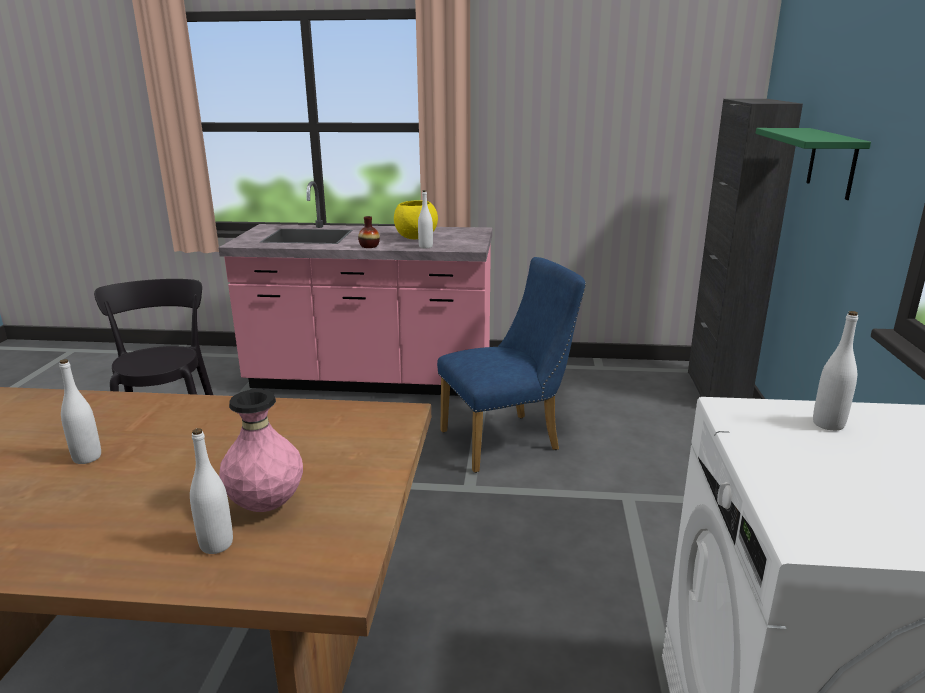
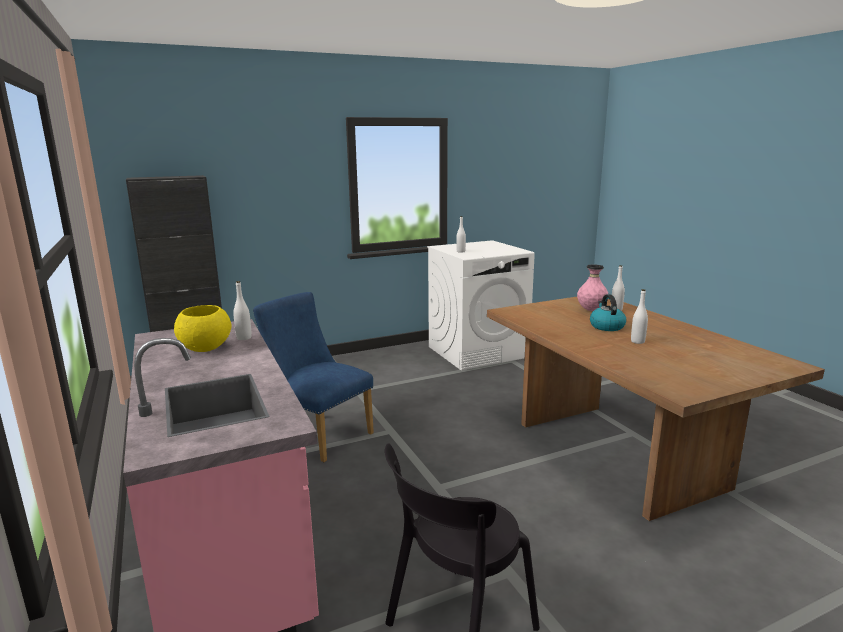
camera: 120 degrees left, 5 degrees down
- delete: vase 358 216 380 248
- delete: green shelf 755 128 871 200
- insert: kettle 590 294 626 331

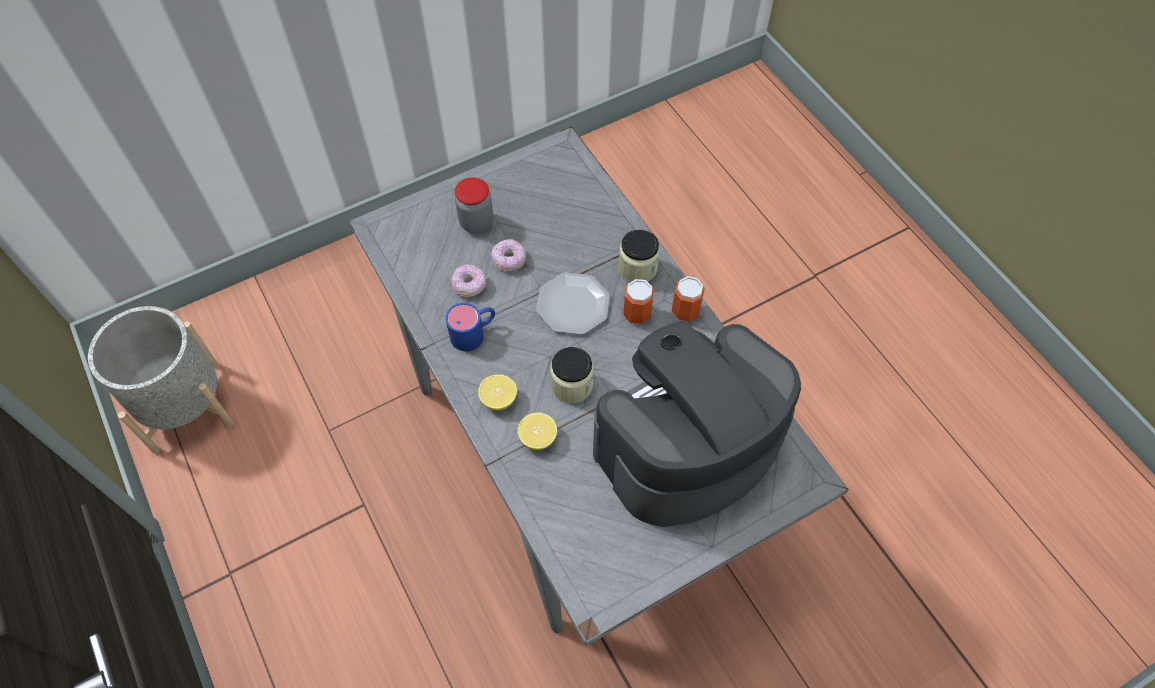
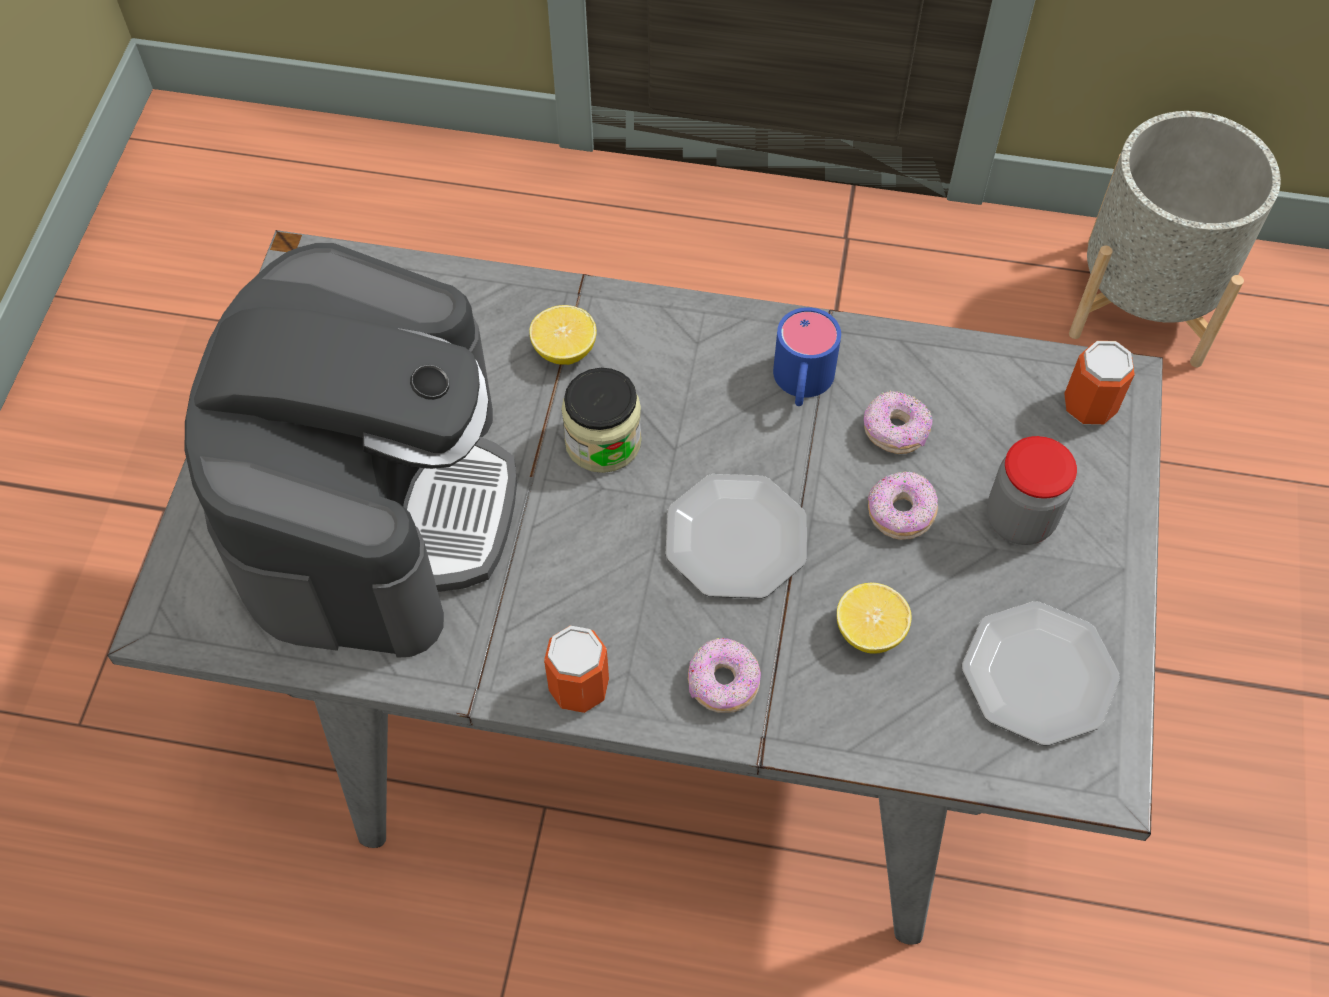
camera: 130 degrees right, 0 degrees up
- insert: plate 962 601 1120 746
- move: lemon 478 374 517 410 to 837 583 912 654
- move: can 623 279 654 324 to 1064 341 1135 425
- replace: jar 618 230 660 282 to donut 688 638 761 713

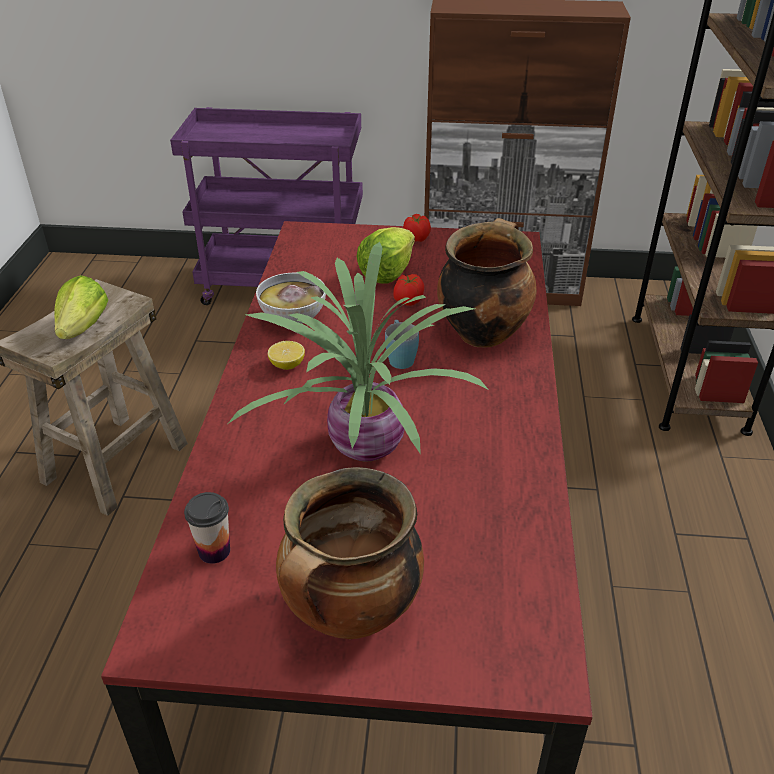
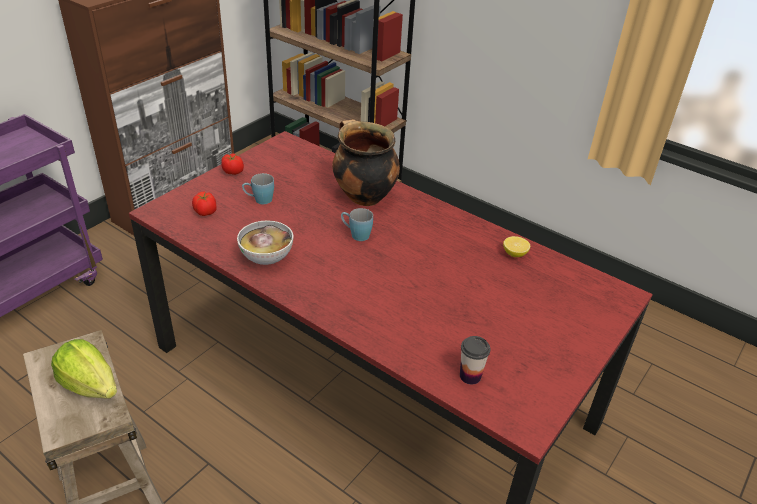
camera: 60 degrees left, 0 degrees up
- delete: potted plant 228 242 489 462
- delete: cooking pot 276 467 424 639
- move: lemon 268 341 305 370 to 503 236 530 257
- move: tomato 393 274 424 306 to 192 192 217 216
- replace: lettuce 357 227 415 284 to blue mug 242 173 274 204

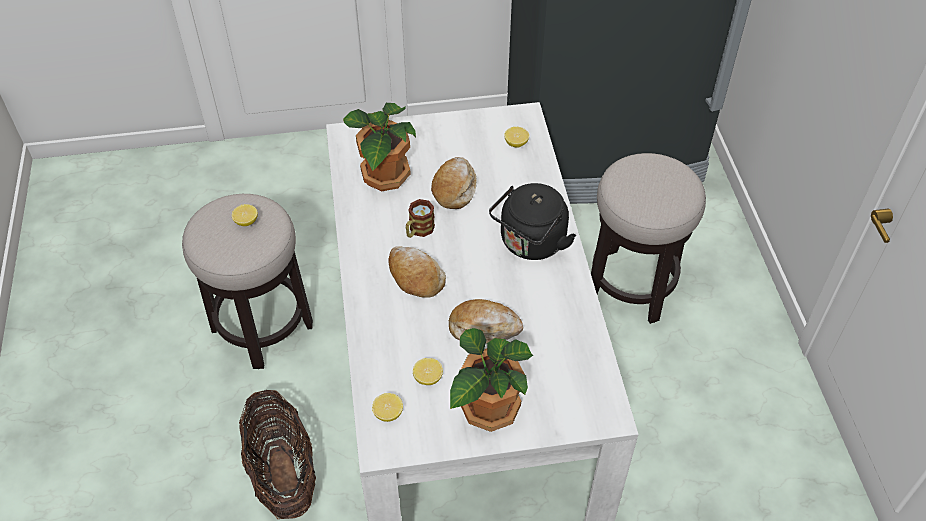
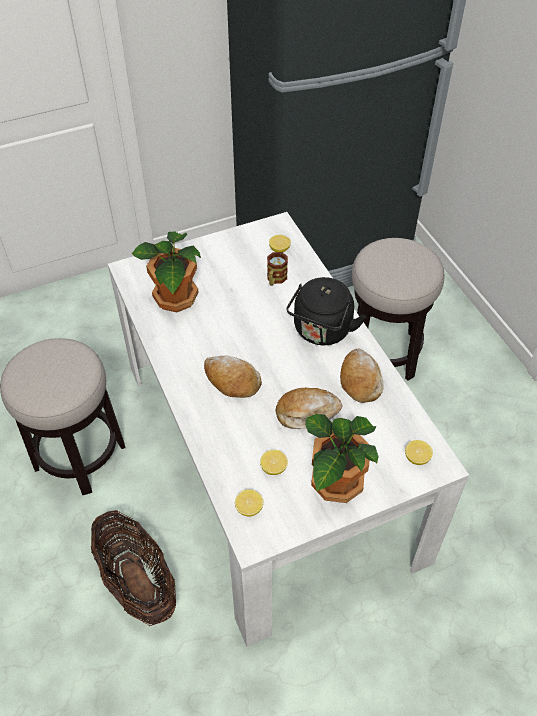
camera: 15 degrees left, 0 degrees up
- move: lemon 232 204 258 226 to 405 440 433 465
- move: mug 406 199 435 238 to 267 252 288 286
- move: bread 431 157 477 209 to 340 349 384 403

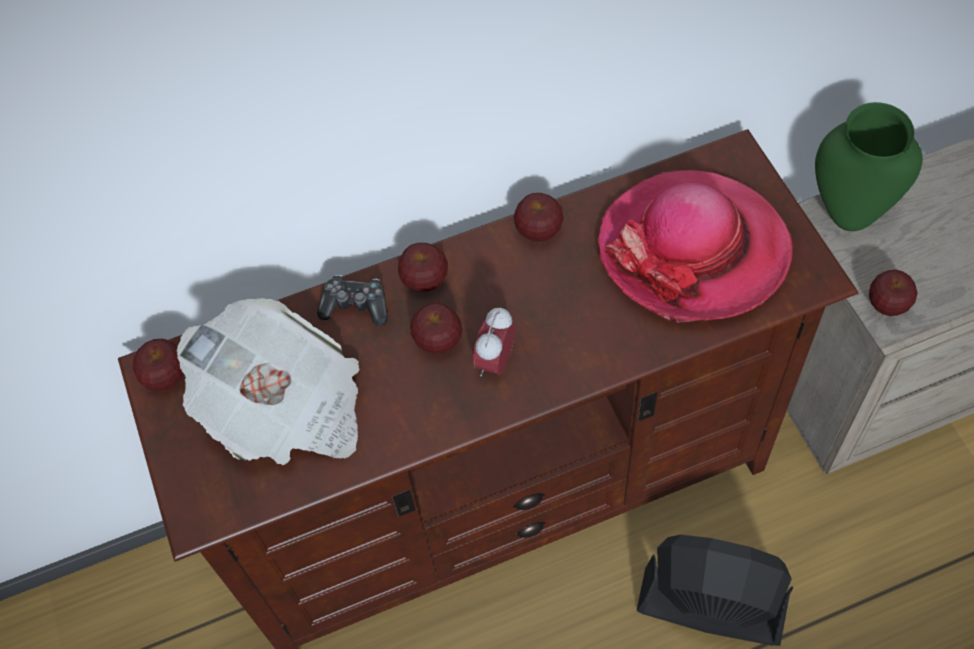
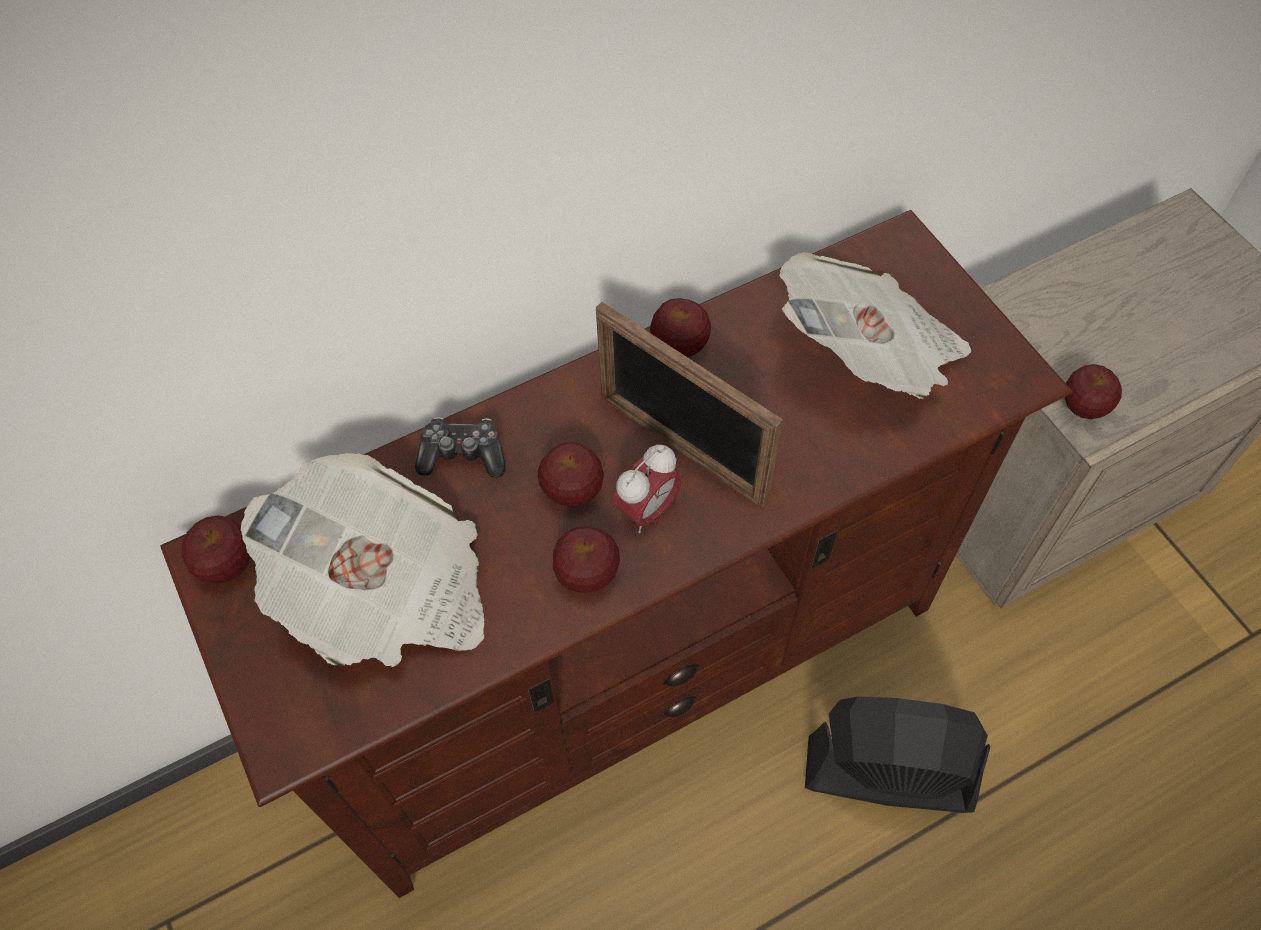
camera: 10 degrees left, 0 degrees up
- delete: green vase 815 102 923 231
- insert: picture frame 596 302 783 507
- move: apple 398 243 448 292 to 553 526 620 593
- replace: hat 597 170 793 323 to newspaper 779 252 971 399
- rotate: alarm clock 473 307 515 376 = 612 445 682 533 150 degrees counterclockwise

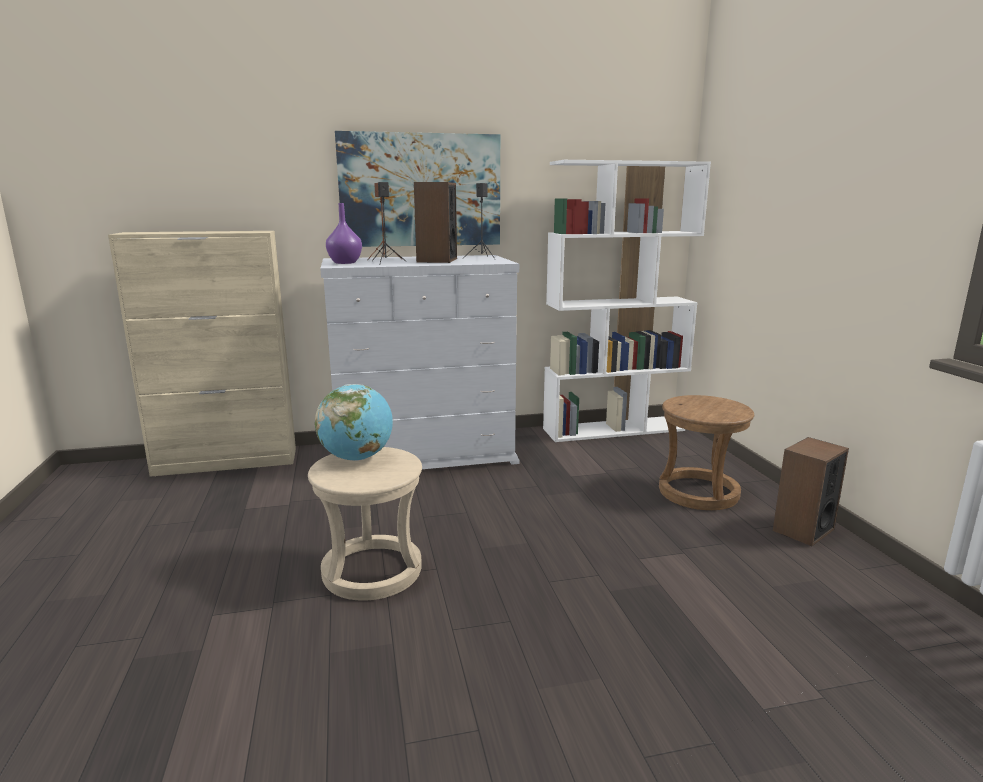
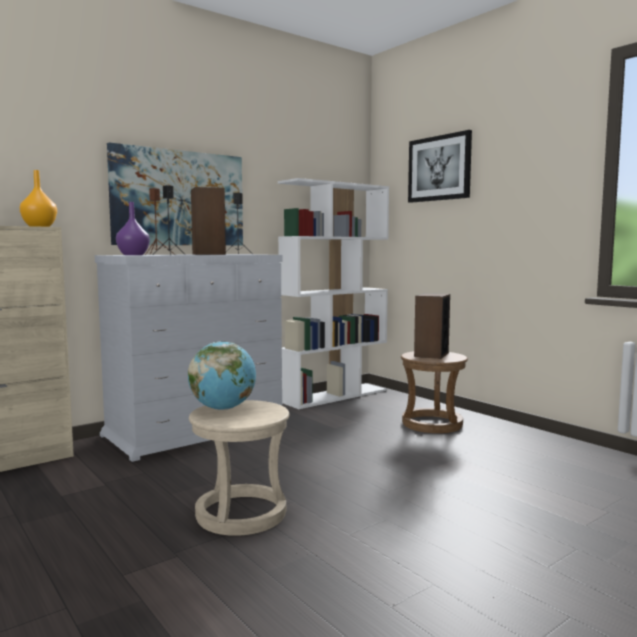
camera: 25 degrees left, 10 degrees down
- insert: orange vase 20 170 57 227
- insert: picture 408 130 472 203
- move: speaker 773 437 849 546 to 414 293 450 359

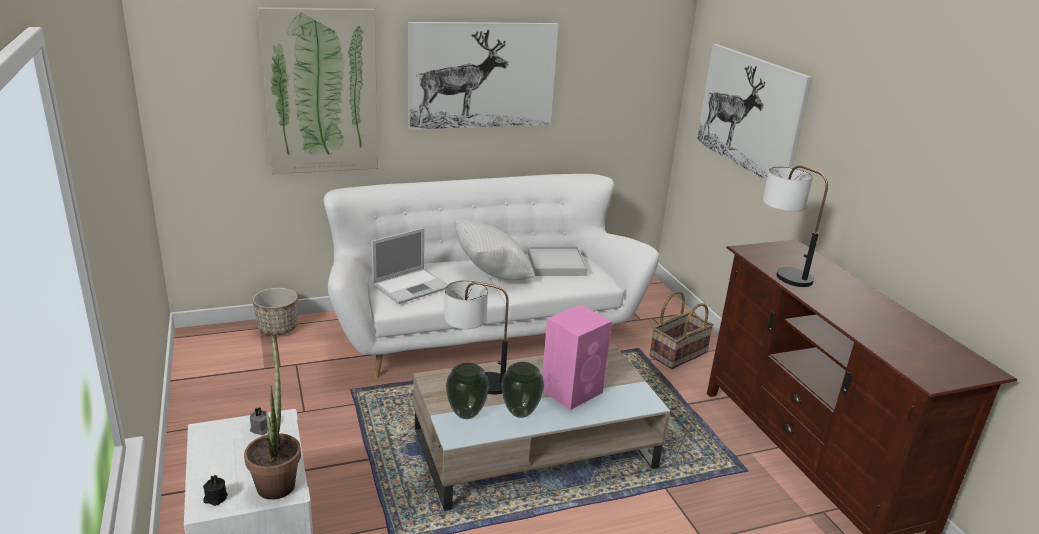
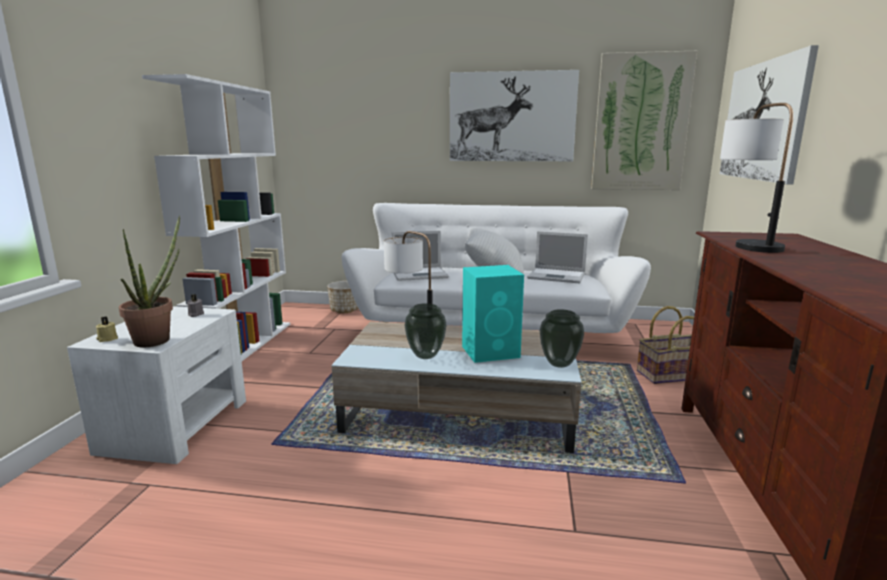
camera: 30 degrees right, 10 degrees down
- insert: white bookcase 142 74 290 361
- move: picture 258 7 378 174 to 591 51 697 190
- move: vase 446 363 489 419 to 540 309 584 368
- replace: white tray 528 246 588 276 to laptop 527 231 588 284
- recolor: black candle 203 475 228 506 to beige candle 96 316 118 342
- recolor: pink speaker 542 304 612 410 to turquoise speaker 462 265 524 363

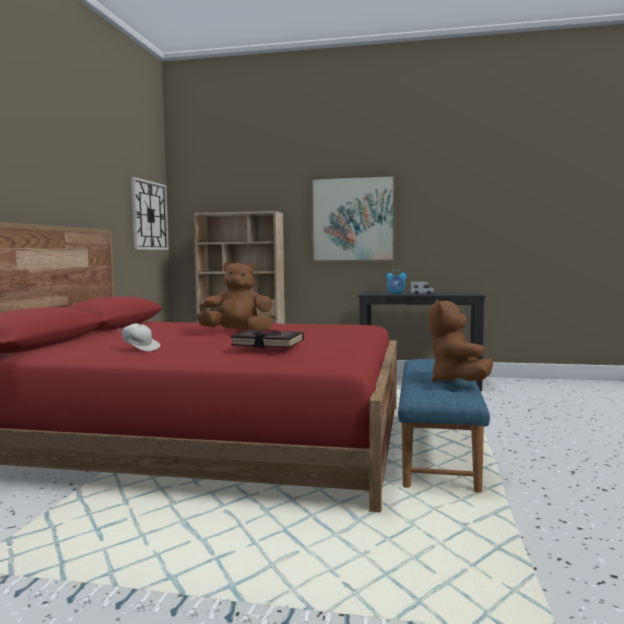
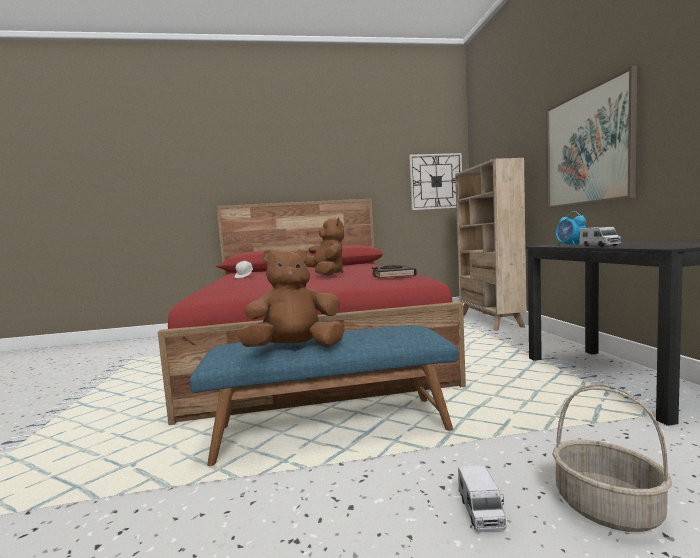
camera: 70 degrees right, 0 degrees up
- insert: toy truck 458 465 507 531
- insert: basket 552 384 672 532
- move: black book 231 330 304 348 to 372 265 417 278

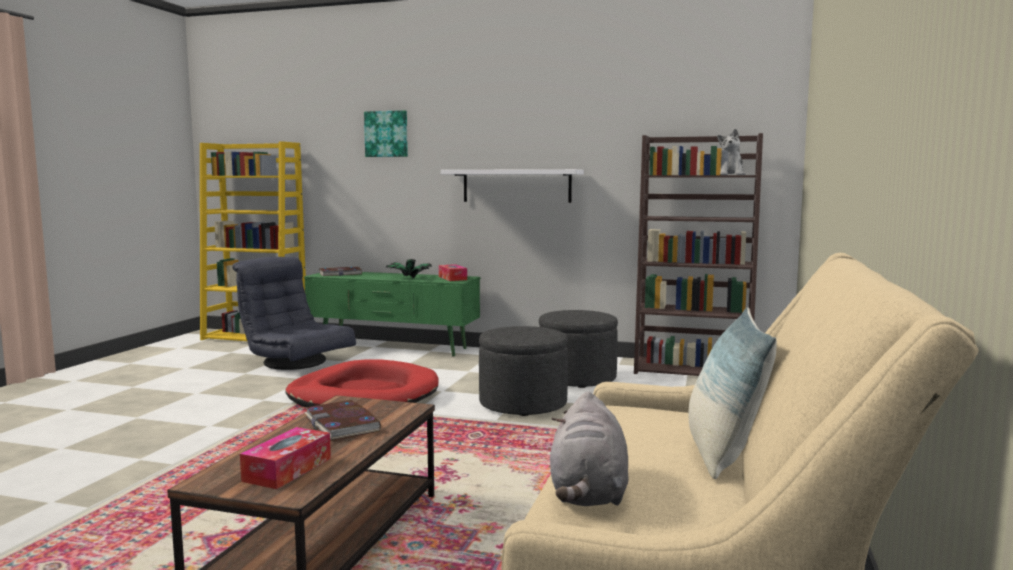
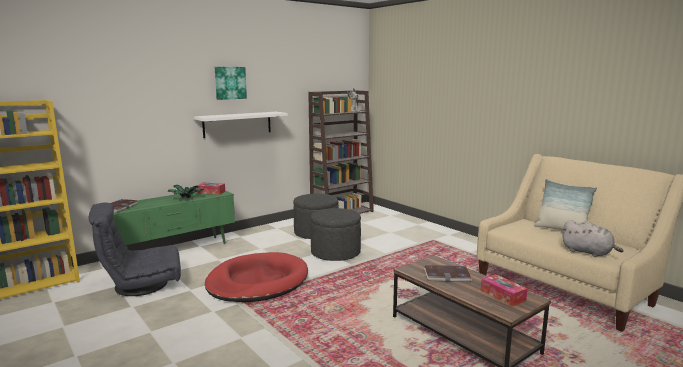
camera: 55 degrees left, 5 degrees up
- move: picture 364 110 408 157 to 215 67 247 100

